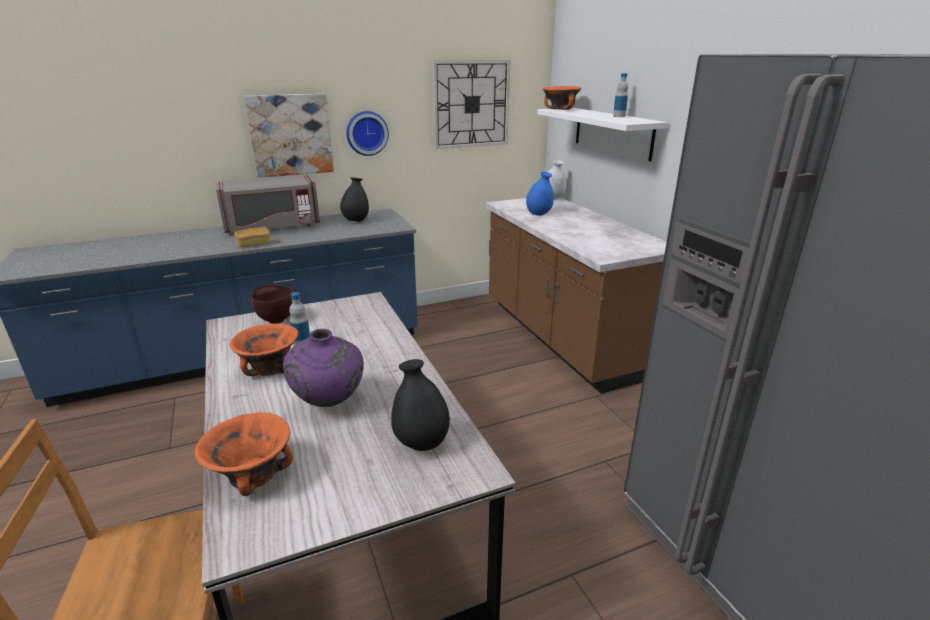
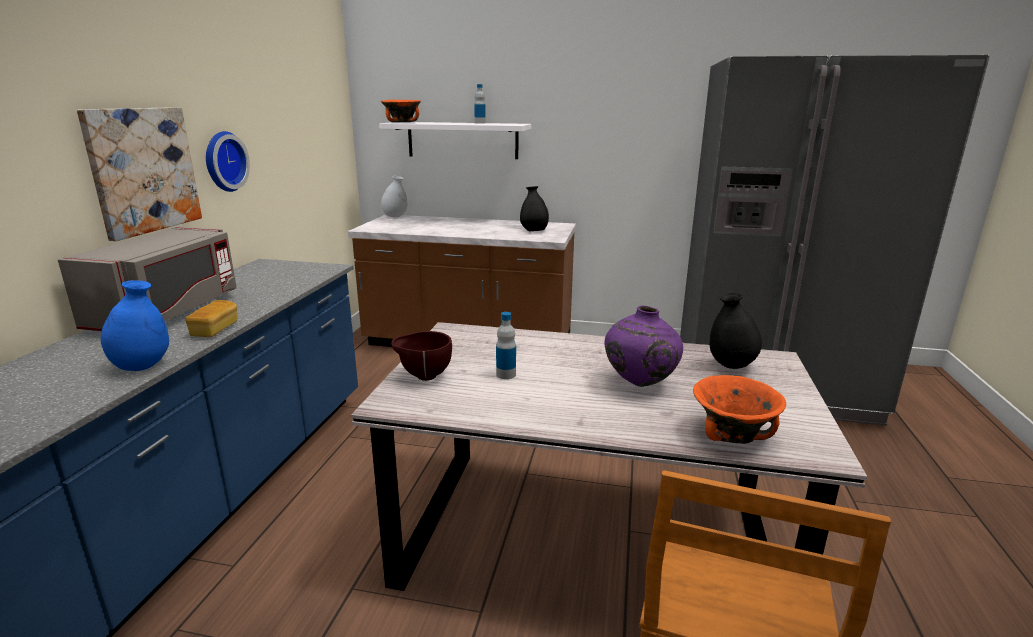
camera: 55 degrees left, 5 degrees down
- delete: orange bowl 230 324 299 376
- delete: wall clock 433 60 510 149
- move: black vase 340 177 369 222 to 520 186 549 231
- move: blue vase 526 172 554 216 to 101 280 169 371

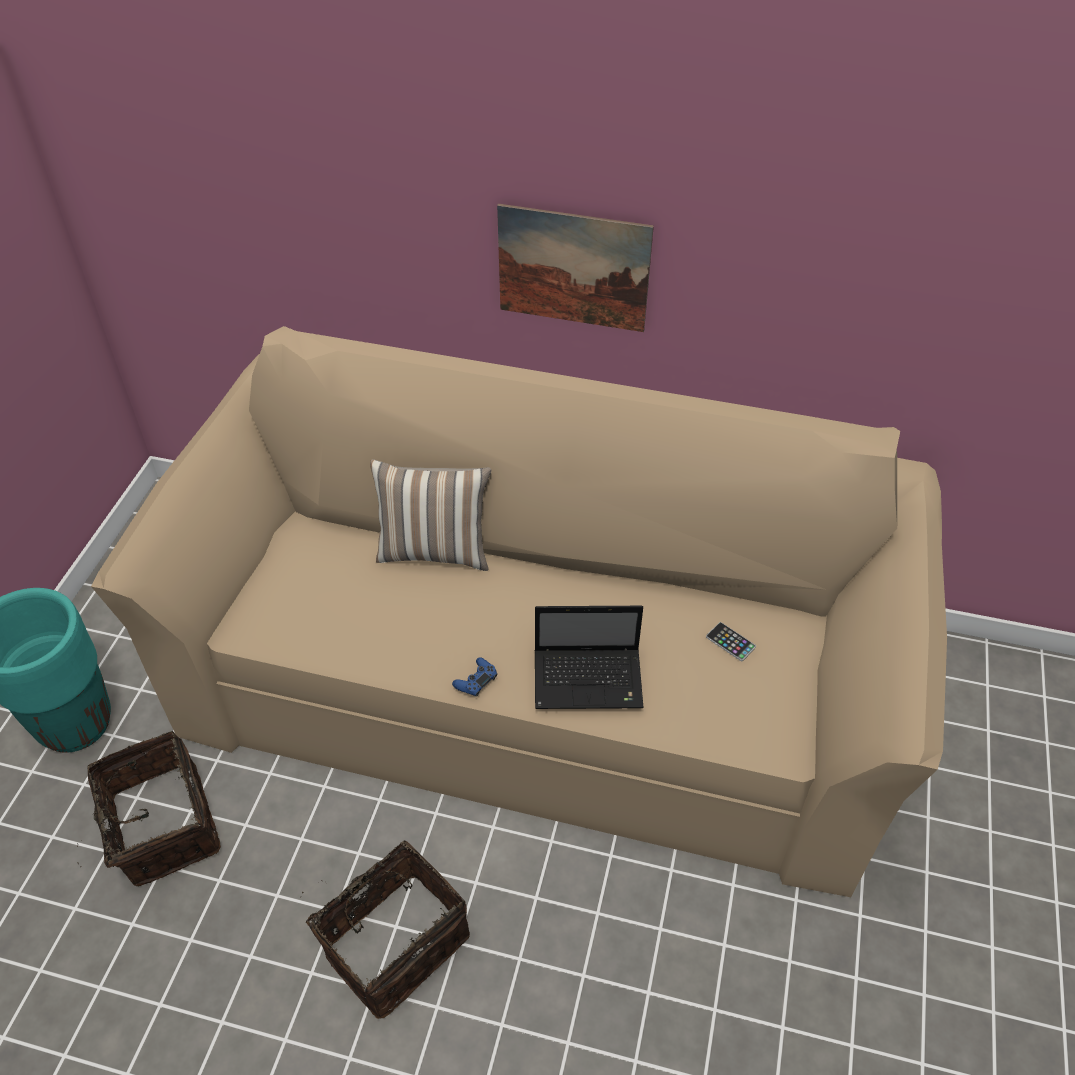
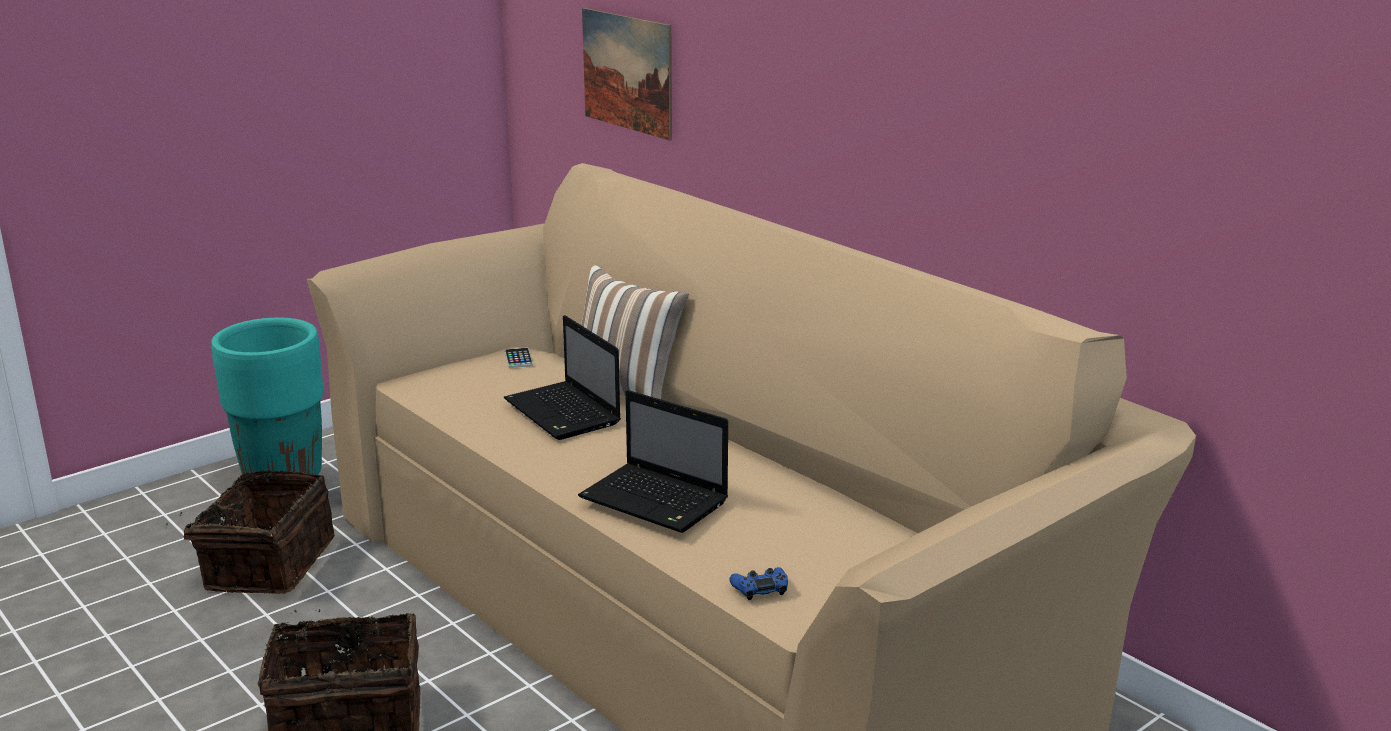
camera: 35 degrees right, 25 degrees down
- insert: laptop 504 315 621 440
- move: blue game controller 452 657 497 697 to 730 567 788 600
- move: picture 497 204 654 332 to 582 8 672 141
- move: phone 706 622 756 661 to 505 348 533 368

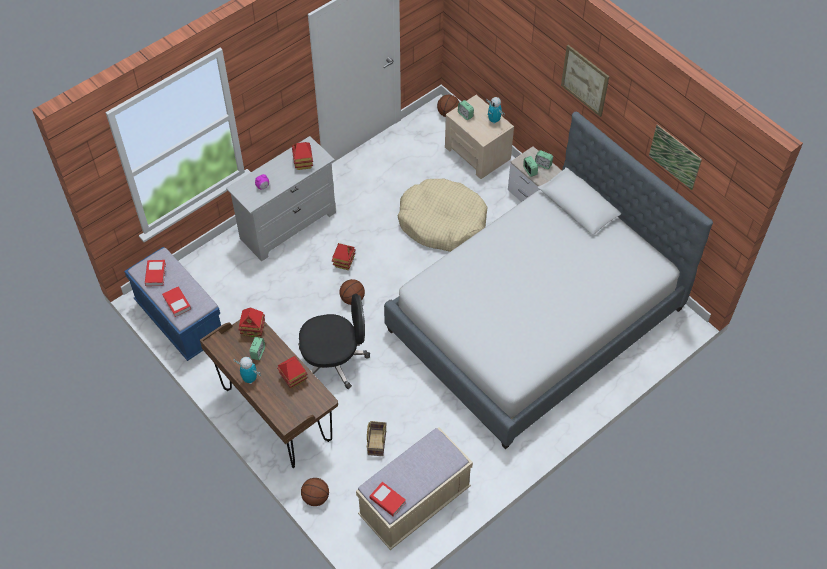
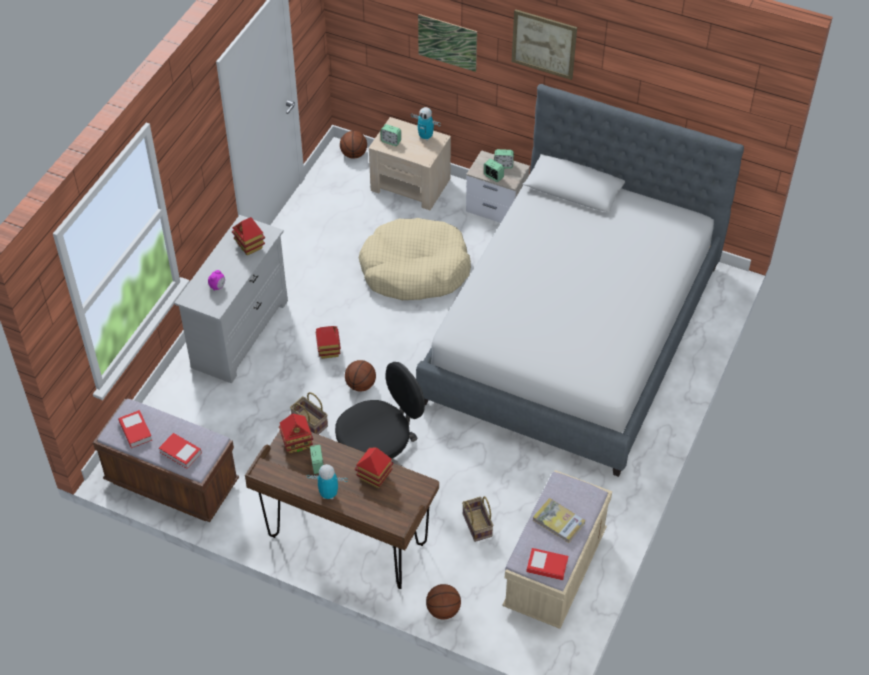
camera: 25 degrees left, 5 degrees down
- insert: basket 290 392 328 435
- insert: book 533 498 585 543
- move: picture 649 124 702 190 to 418 14 477 72
- recolor: blue bench 124 247 221 361 to brown bench 93 399 239 522

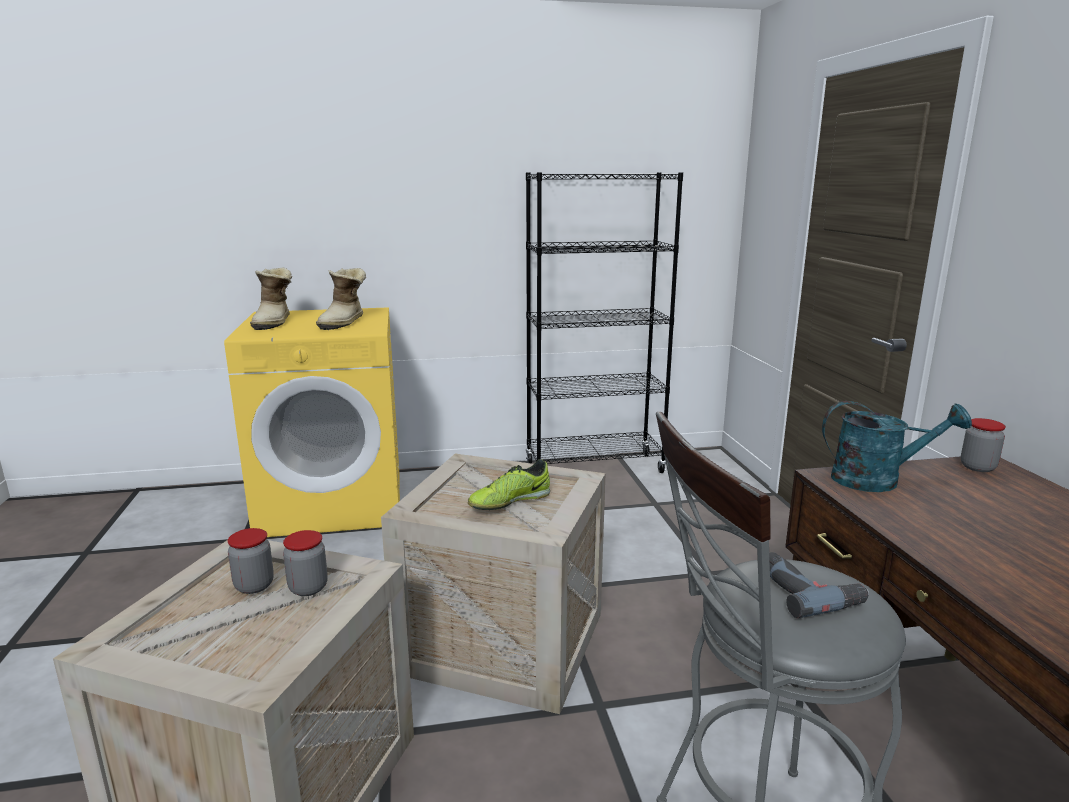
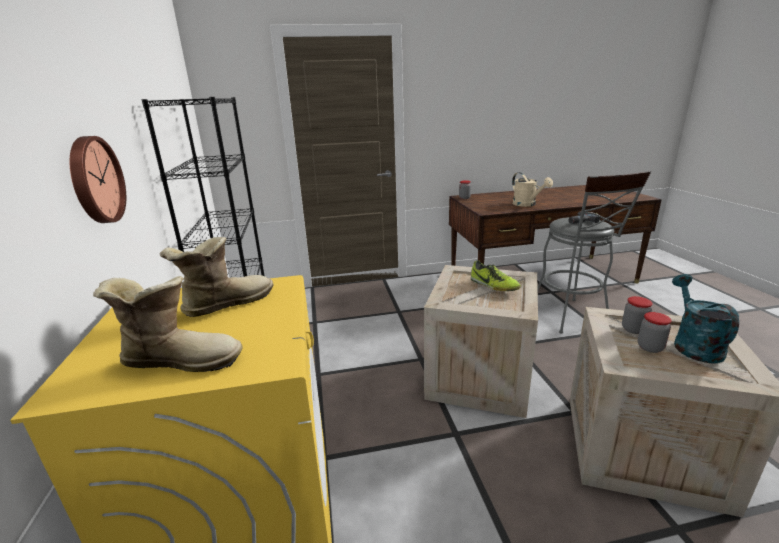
camera: 90 degrees left, 5 degrees up
- insert: wall clock 70 136 126 223
- insert: beige watering can 512 172 553 207
- move: turquoise watering can 822 401 972 492 to 672 274 739 363
- rotate: boot 316 268 366 330 = 160 237 273 317 60 degrees counterclockwise

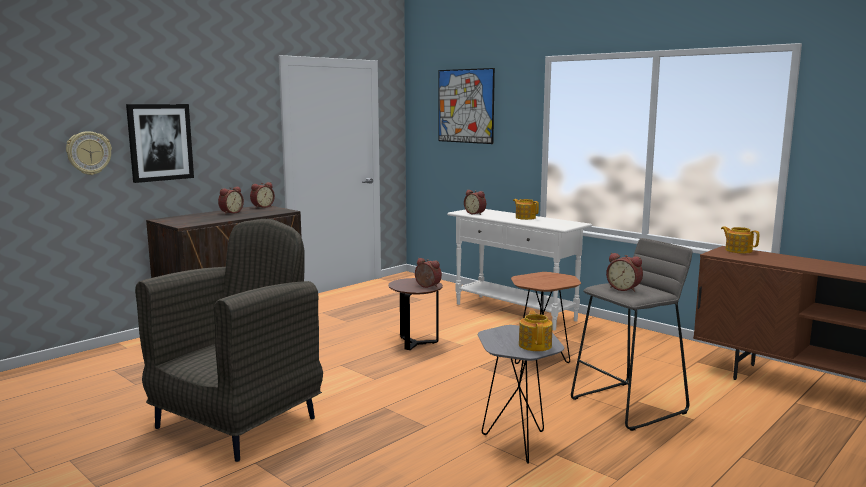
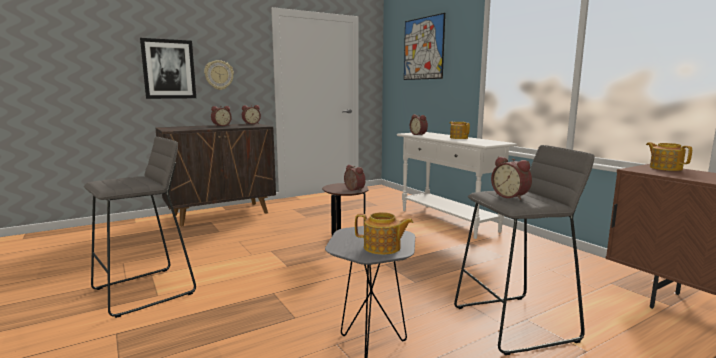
camera: 15 degrees right, 0 degrees up
- delete: brown side table 511 272 581 364
- move: wall clock 66 131 112 175 to 204 60 234 90
- replace: grey armchair 135 219 323 462 to grey stool 84 137 196 318
- rotate: teapot 519 310 553 351 = 355 212 413 255 90 degrees clockwise

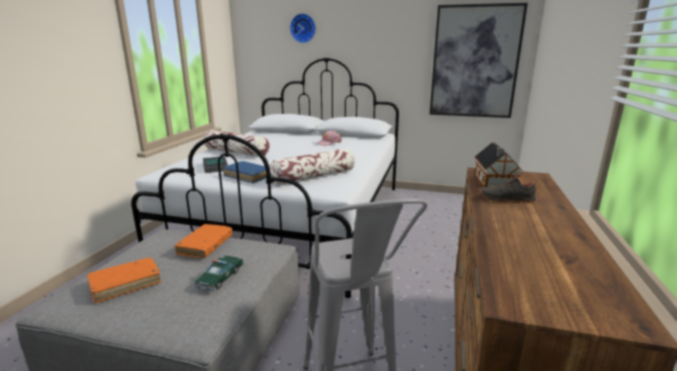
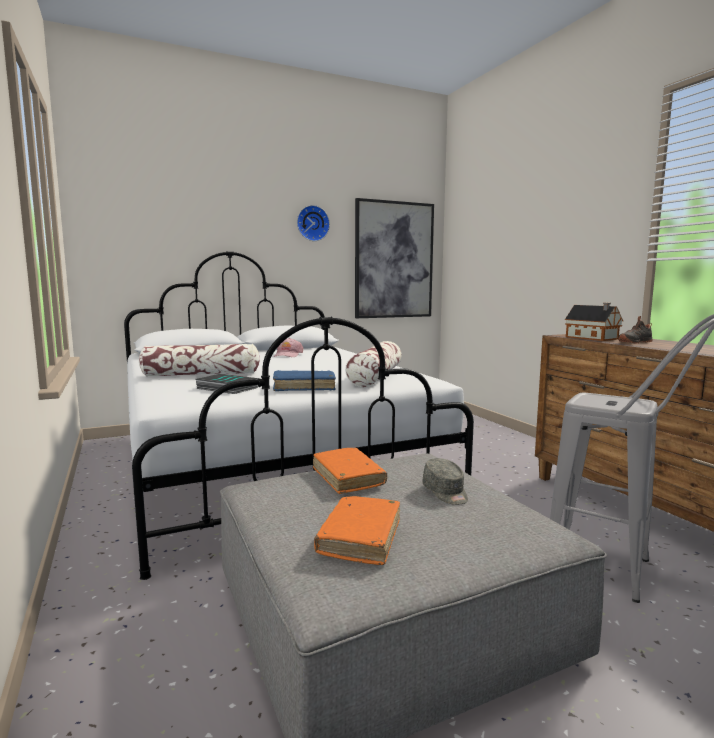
camera: 40 degrees left, 10 degrees down
- move: wall clock 290 13 316 43 to 297 205 330 241
- replace: toy car 194 256 244 291 to grey cap 422 458 468 505

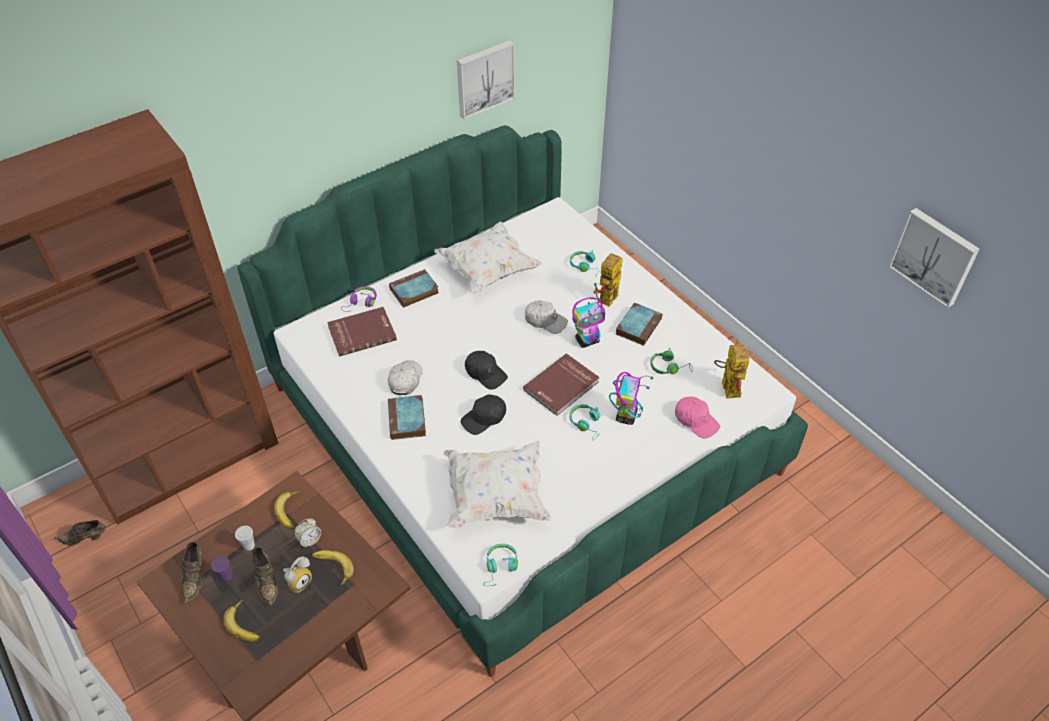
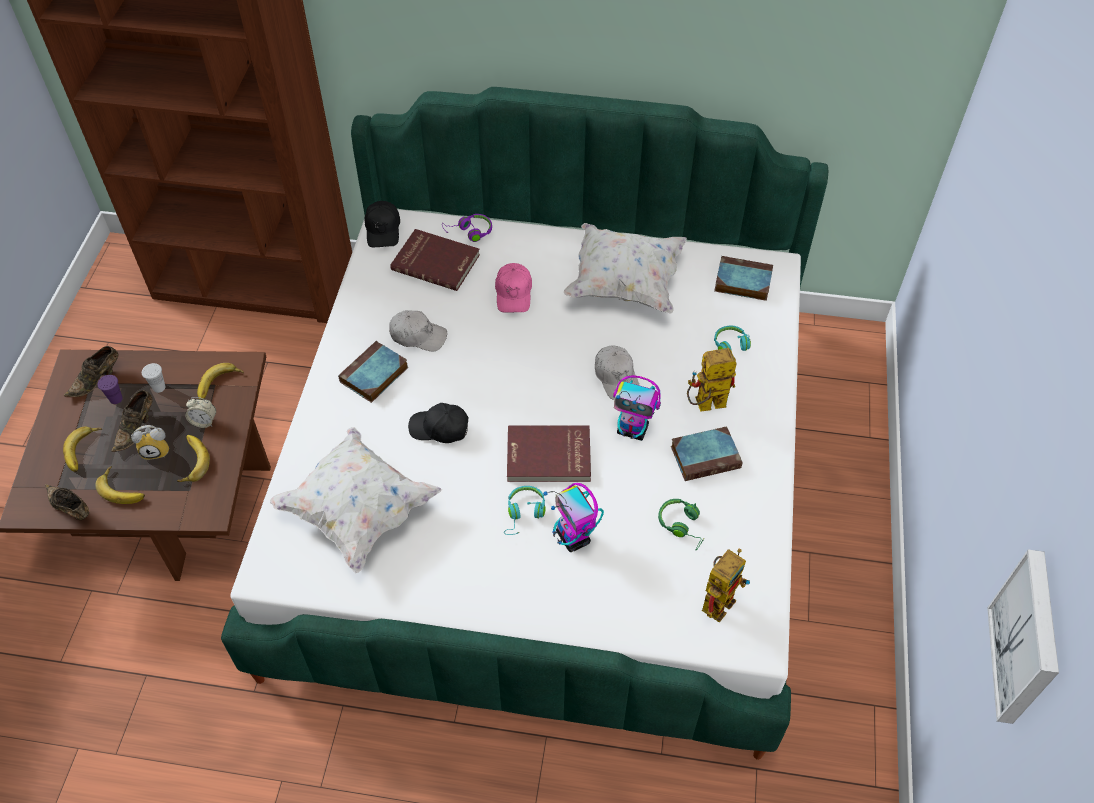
camera: 45 degrees right, 5 degrees up
- delete: picture 457 40 515 120
- delete: turquoise headphones 483 544 518 586
- insert: banana 95 466 145 504
- move: brown shoe 54 520 106 546 to 45 484 89 520
- move: book 389 269 439 308 to 714 256 773 301
- move: black cap 465 351 508 390 to 365 201 400 247
- move: pink cap 675 397 720 439 to 495 263 532 313
- rotate: white cap 388 360 423 395 = 389 310 447 351 45 degrees clockwise
- rotate: toy robot 609 372 653 425 = 543 483 604 552 90 degrees clockwise

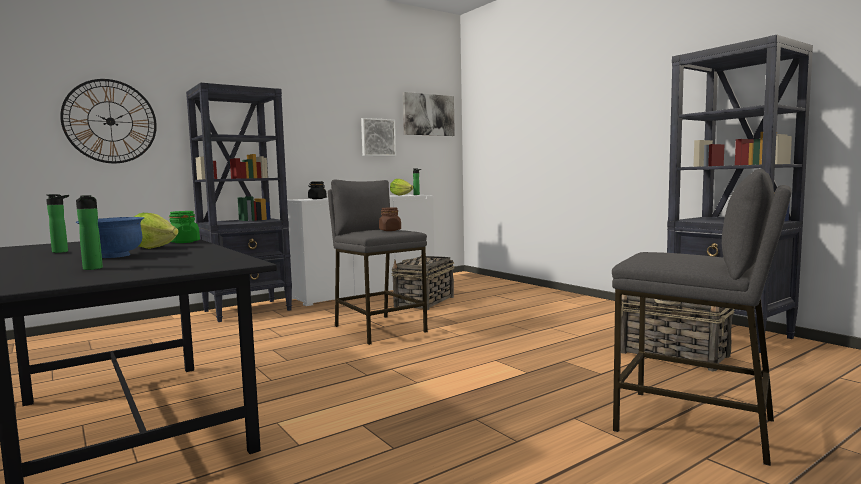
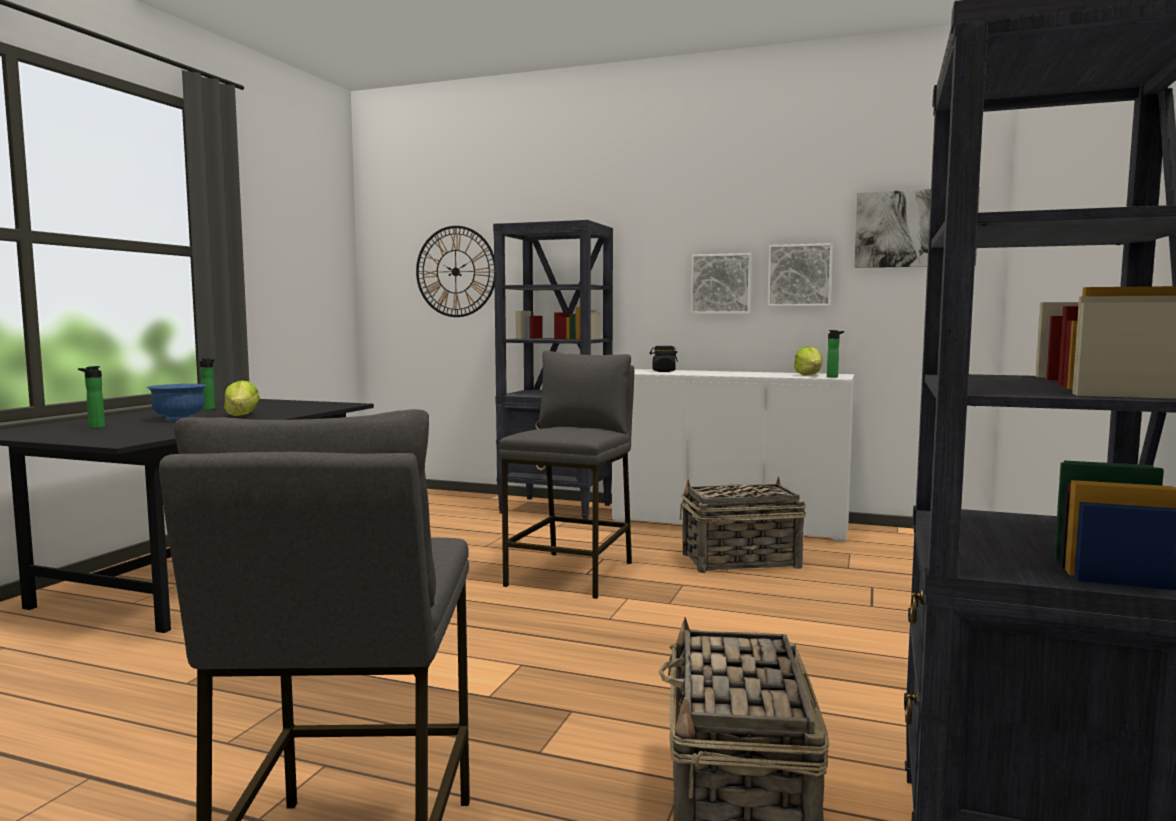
camera: 55 degrees right, 0 degrees up
- delete: green jar 169 211 200 243
- delete: brown jar 379 207 401 231
- insert: picture 690 253 752 314

